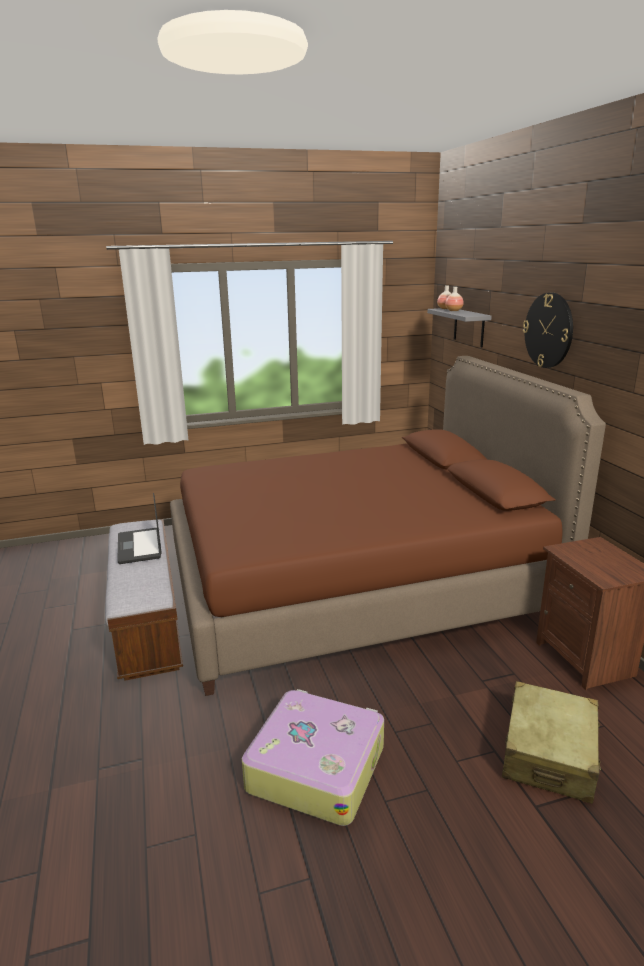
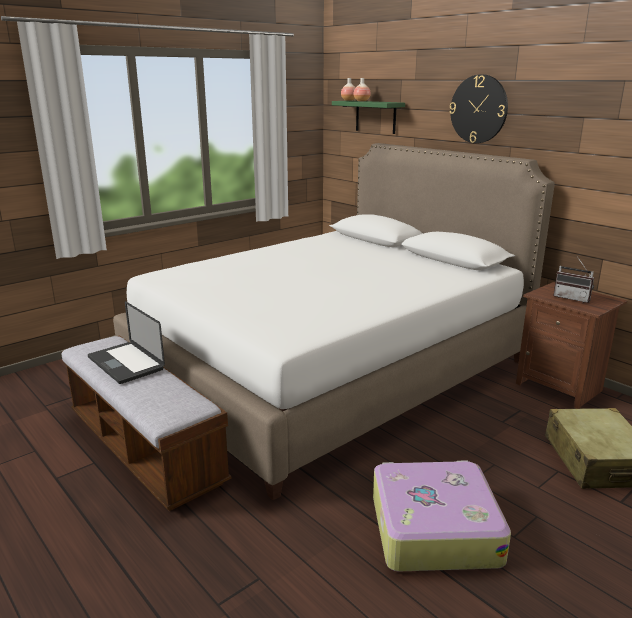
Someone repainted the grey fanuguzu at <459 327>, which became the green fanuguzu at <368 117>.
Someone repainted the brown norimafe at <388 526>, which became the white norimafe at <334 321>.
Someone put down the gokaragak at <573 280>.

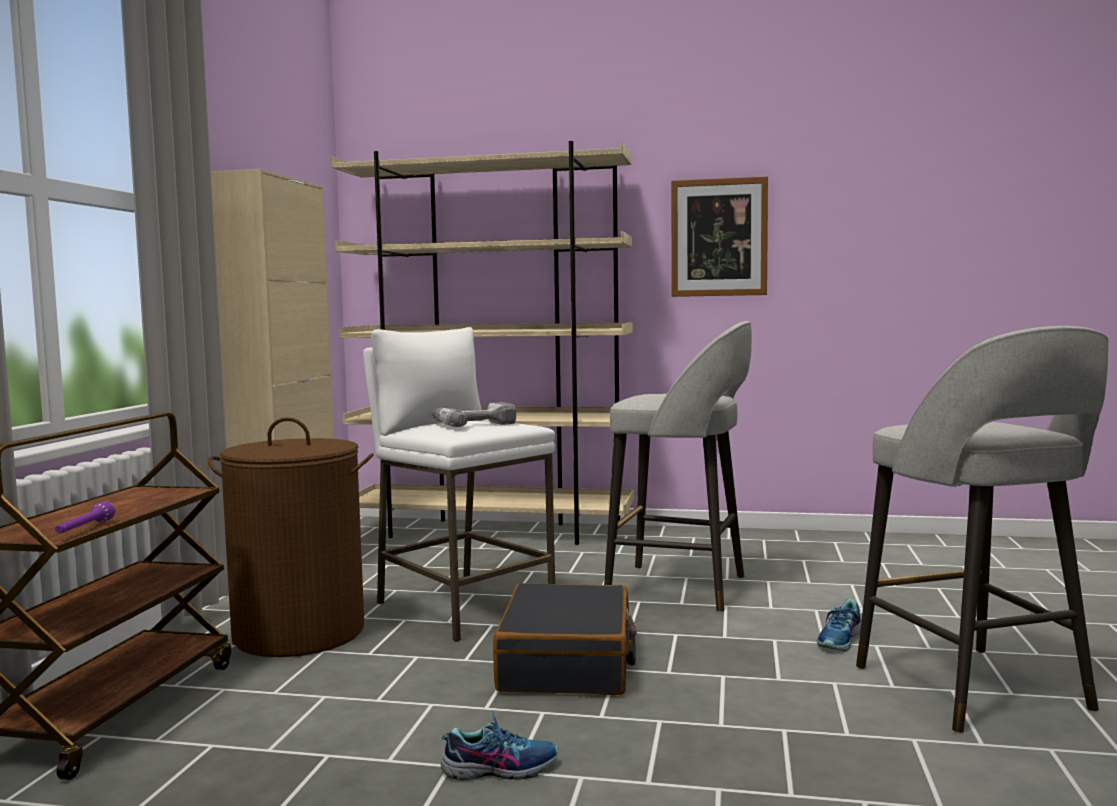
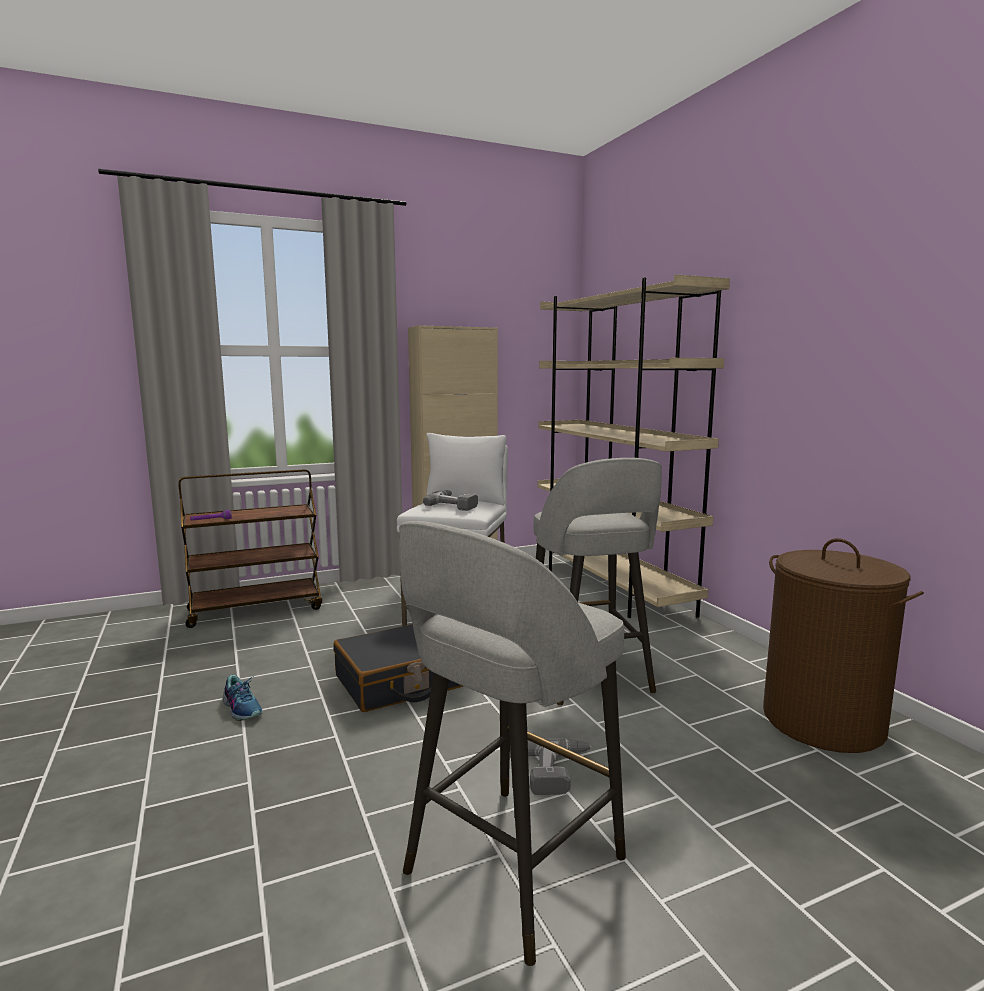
Someone took away the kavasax at <719 236>.
Someone carried the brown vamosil from <291 537> to <843 645>.
Someone swapped the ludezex at <839 625> for the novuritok at <560 766>.

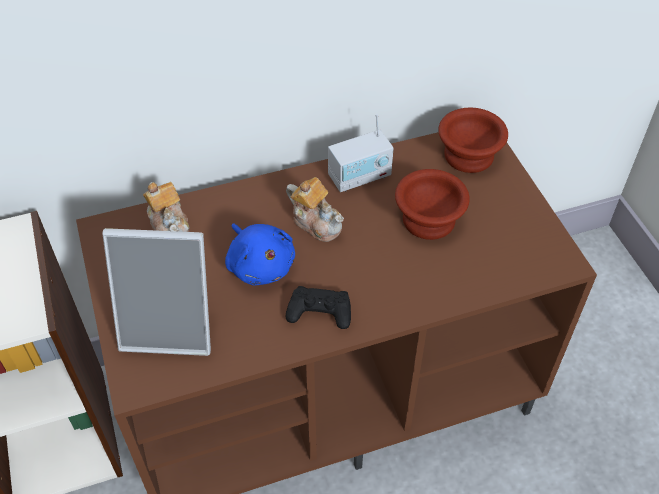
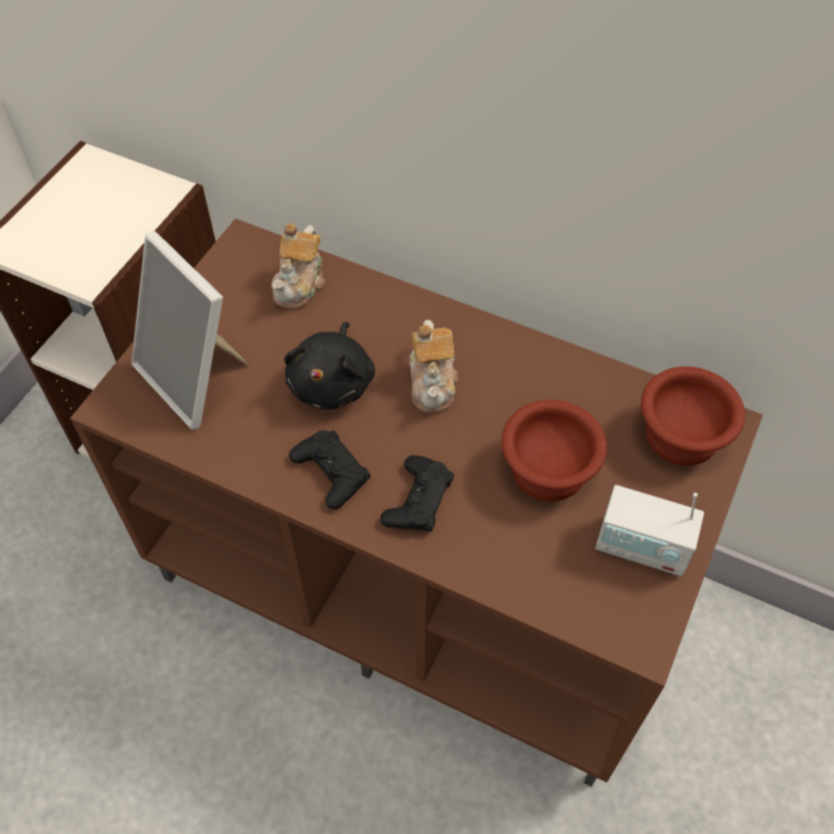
Someone carried the gokaragak from <361 153> to <649 530>.
Someone repainted the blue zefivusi at <260 254>, which became the black zefivusi at <329 366>.
Someone put down the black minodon at <417 493>.

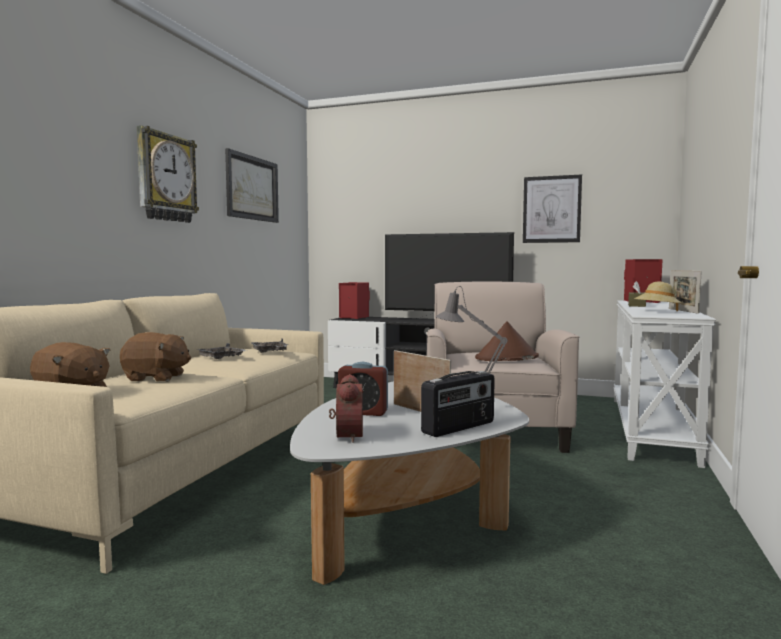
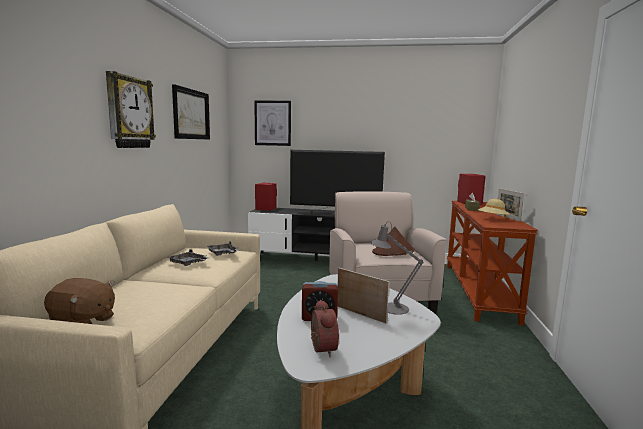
Someone carried the kavasax from <552 209> to <272 123>.
Someone repainted the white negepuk at <664 384>, which became the brown negepuk at <492 263>.
Someone took away the brown zefivusi at <155 357>.
Someone took away the gokaragak at <458 404>.

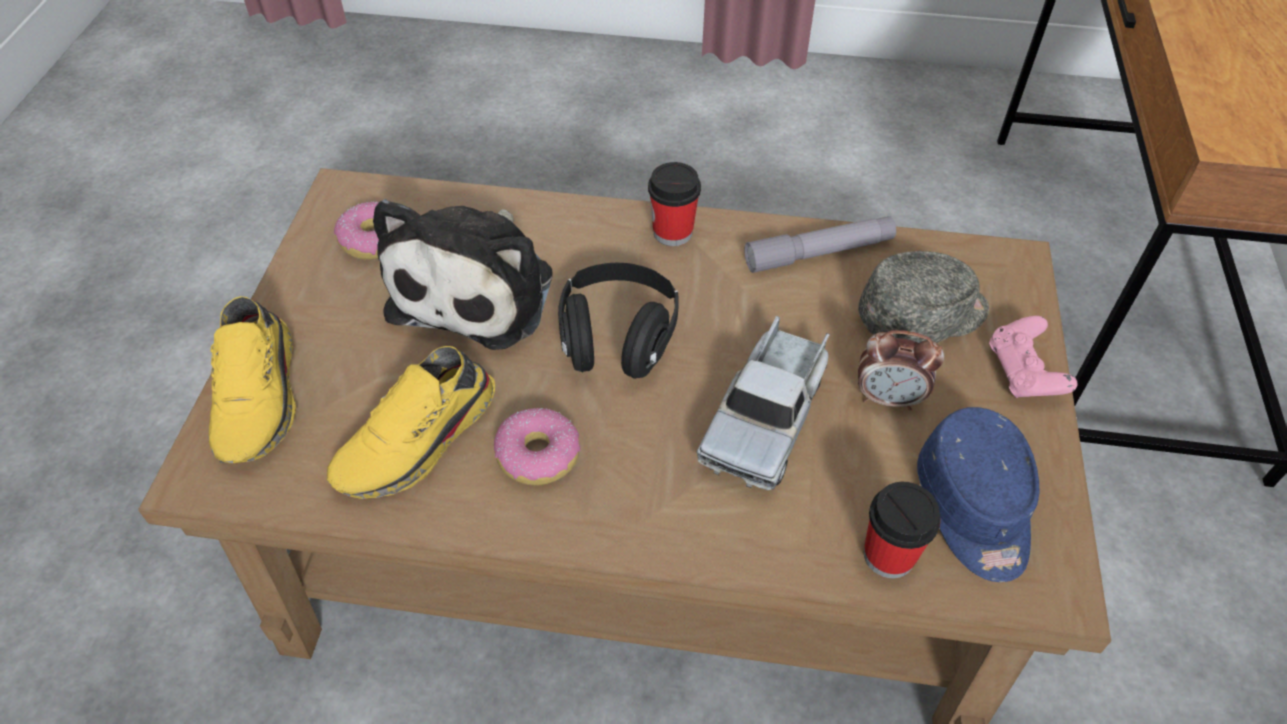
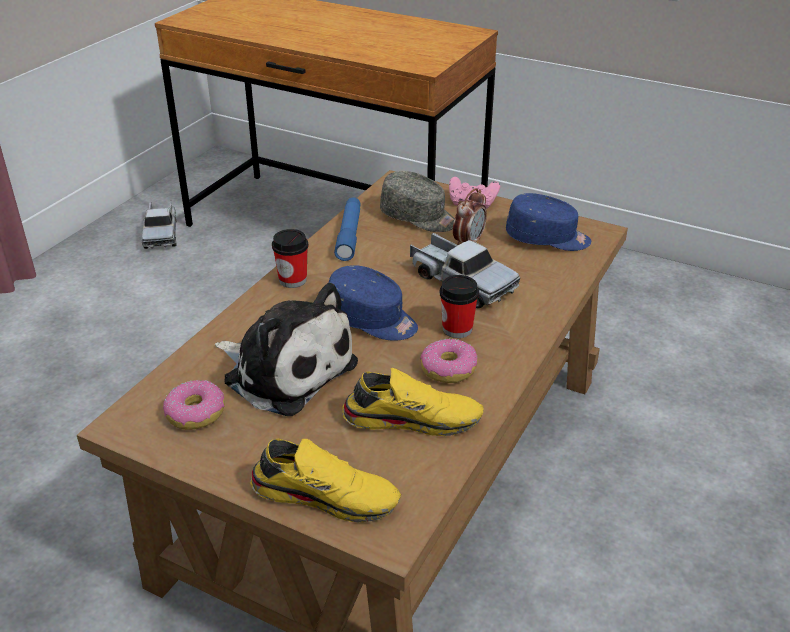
Someone repainted the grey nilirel at <820 244>, which became the blue nilirel at <347 229>.
Someone rotated the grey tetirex at <923 297> by 120 degrees clockwise.
Someone swapped the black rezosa at <618 321> for the blue tetirex at <373 303>.
Someone rotated the yellow ludezex at <411 422> by 60 degrees counterclockwise.
Someone carried the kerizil from <902 530> to <459 306>.
Someone put down the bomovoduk at <159 224>.

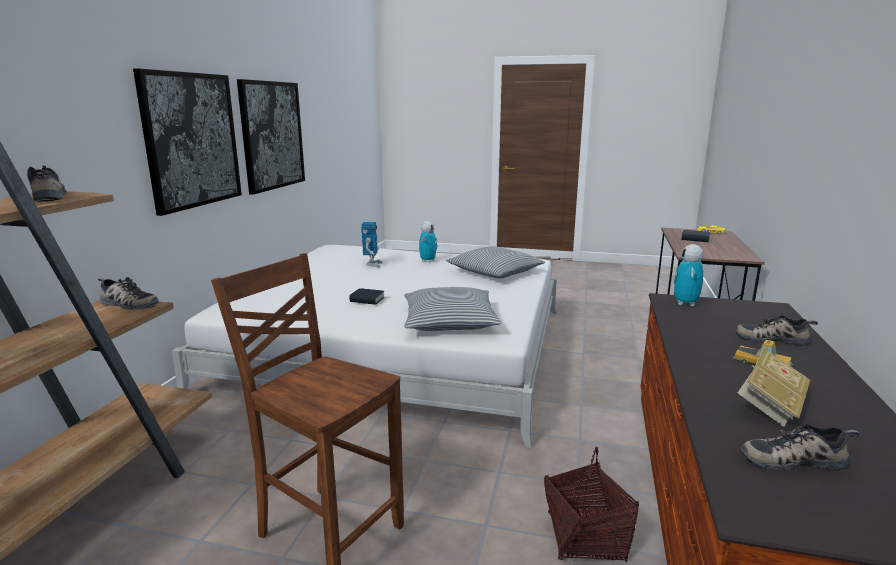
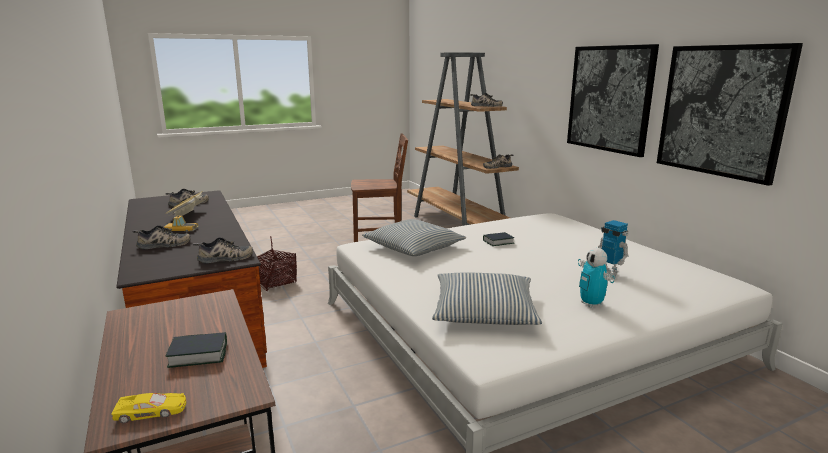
Someone swapped the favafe at <689 275> for the ludezex at <223 250>.

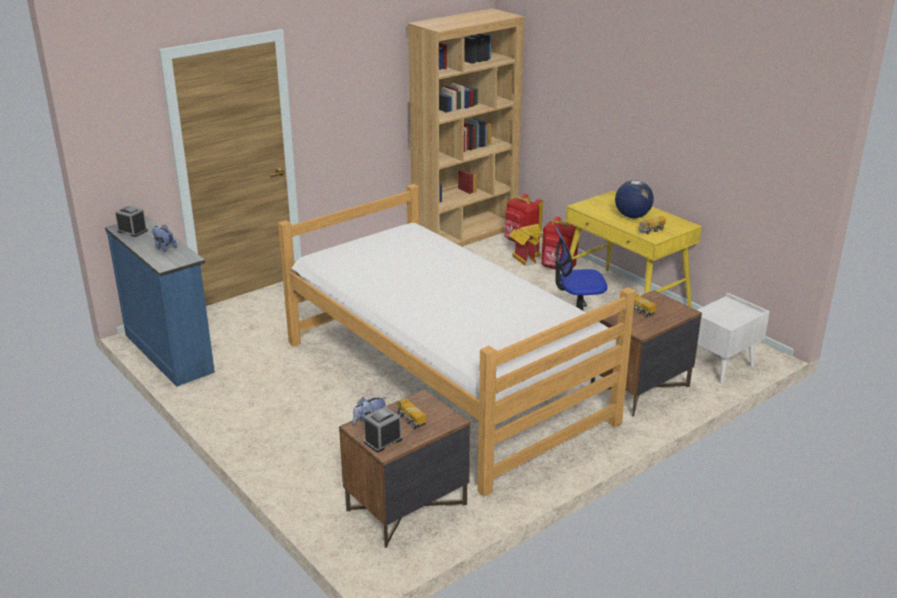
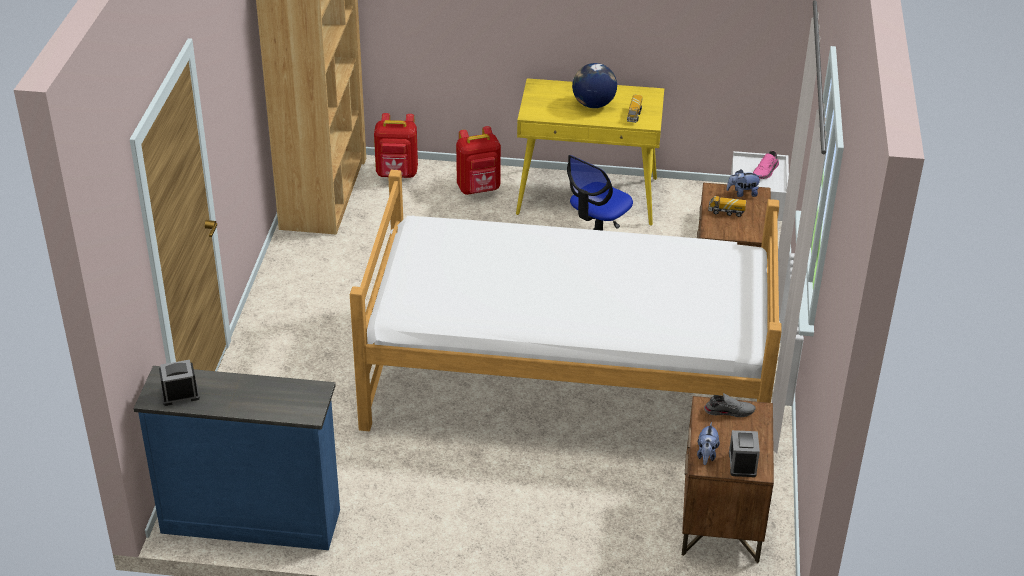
Someone took away the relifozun at <525 245>.
Someone carried the zefivusi from <164 238> to <743 183>.
Someone took away the bomovoduk at <411 413>.
Someone put down the pink ludezex at <766 165>.
Someone put down the grey ludezex at <730 405>.

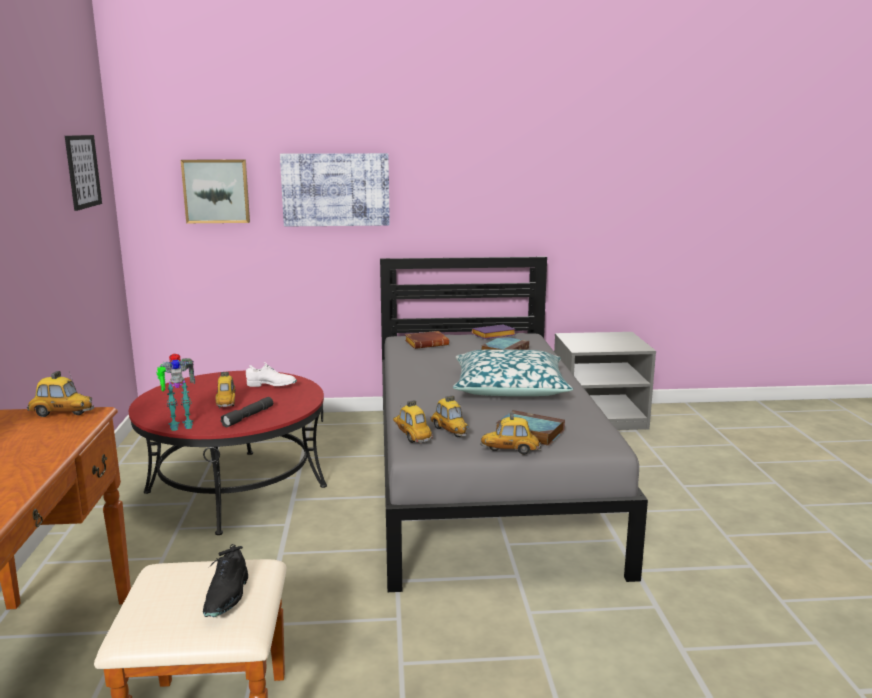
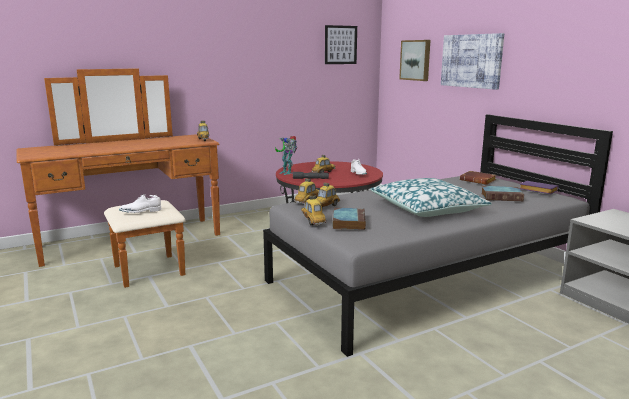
Someone repainted the black ludezex at <225 580>, which became the white ludezex at <140 203>.

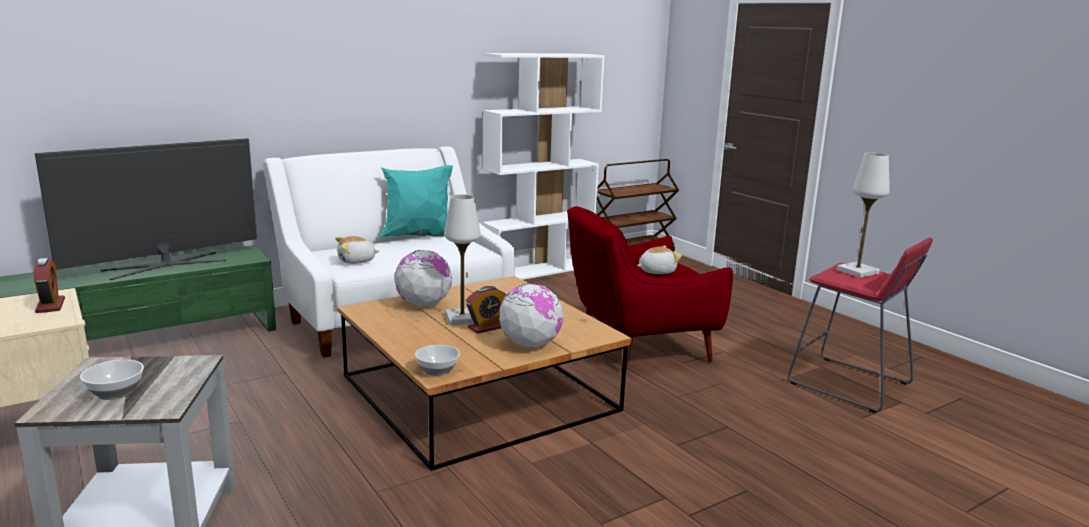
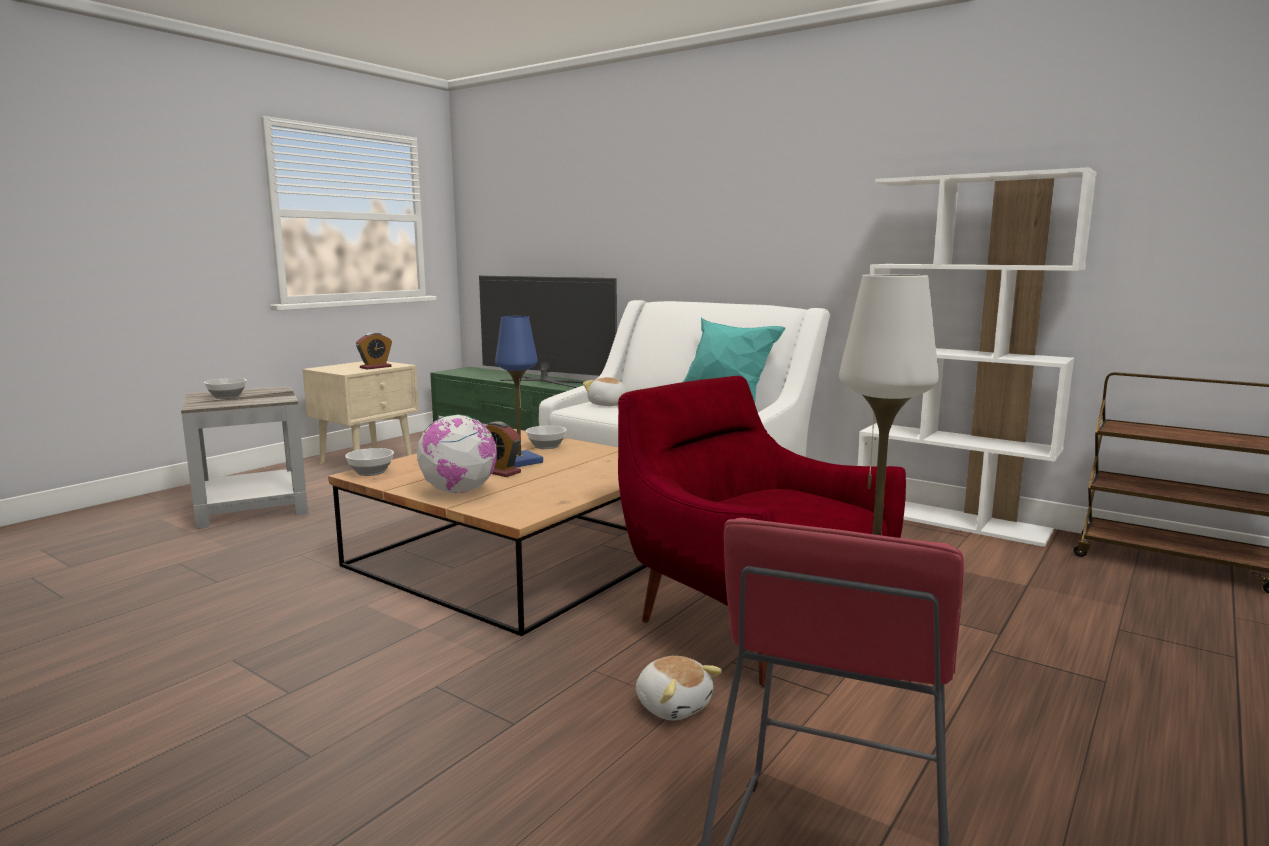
Someone repainted the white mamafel at <462 259>, which became the blue mamafel at <519 392>.
Someone carried the zefivusi from <659 260> to <679 688>.
Someone swapped the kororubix at <423 278> for the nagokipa at <546 437>.

